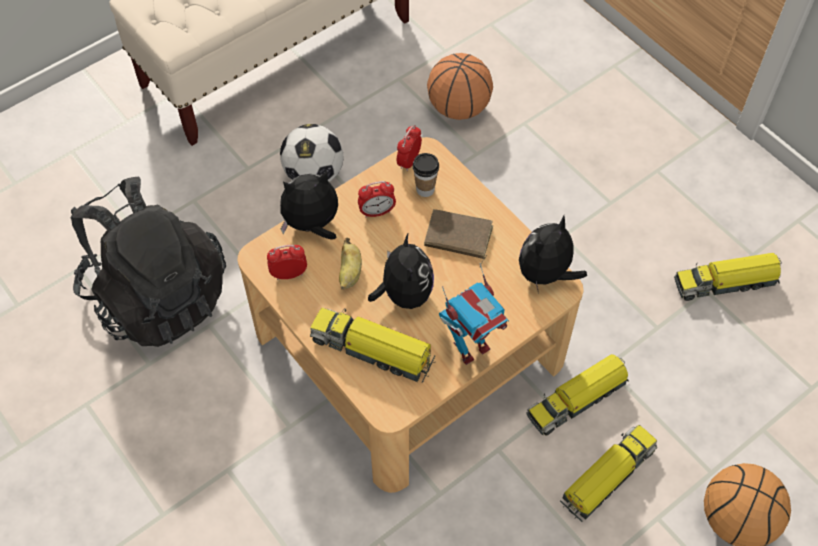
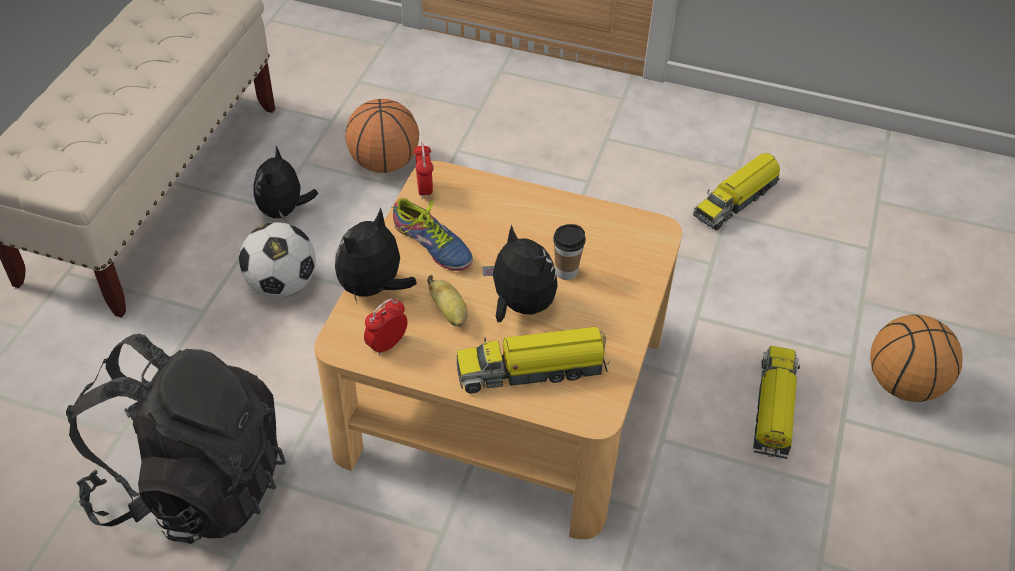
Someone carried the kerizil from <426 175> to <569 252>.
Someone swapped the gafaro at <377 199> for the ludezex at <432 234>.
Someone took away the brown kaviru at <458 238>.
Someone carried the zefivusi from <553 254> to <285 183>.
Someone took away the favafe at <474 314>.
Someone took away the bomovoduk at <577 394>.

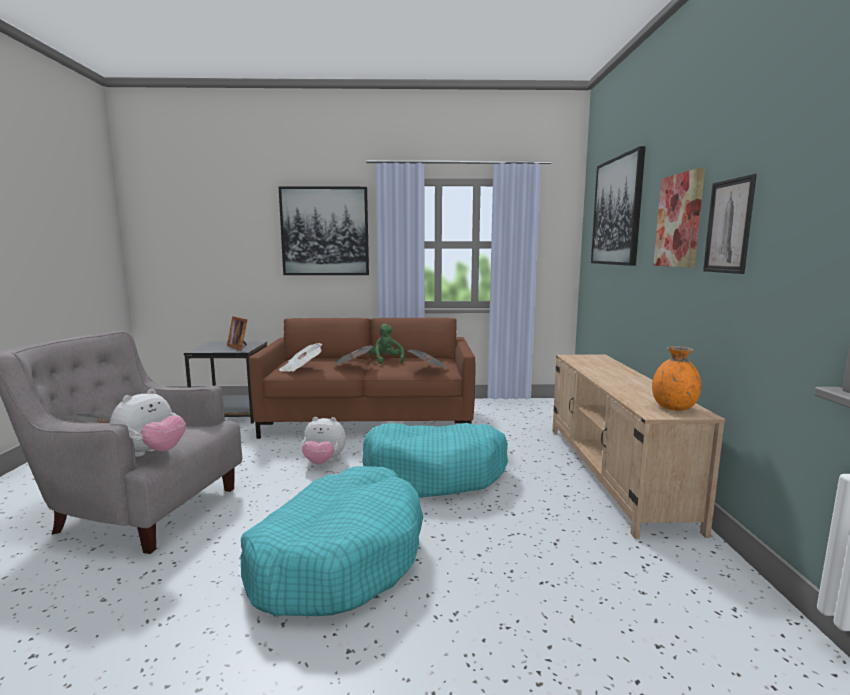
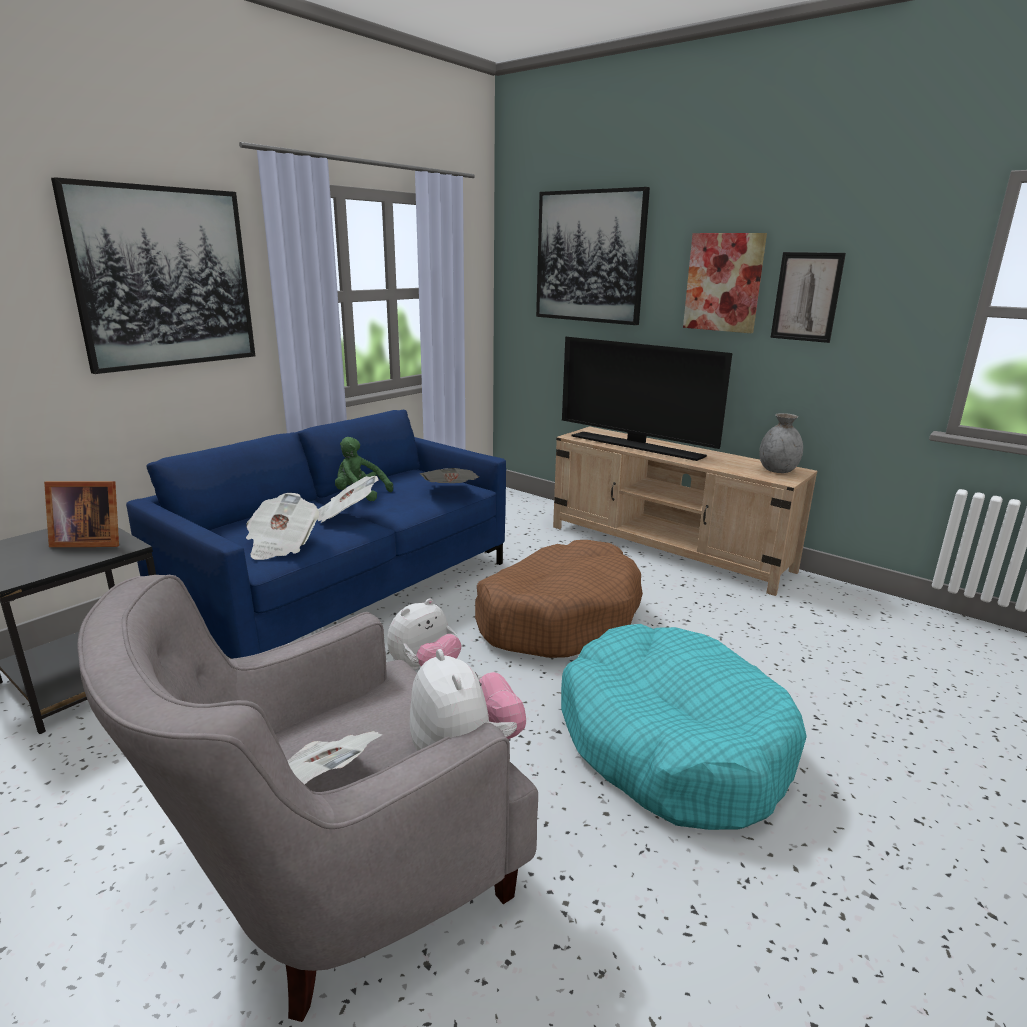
Someone repainted the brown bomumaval at <362 378>, which became the blue bomumaval at <316 534>.
Someone repainted the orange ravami at <676 378>, which became the grey ravami at <781 443>.
Someone repainted the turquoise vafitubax at <435 460>, which became the brown vafitubax at <559 599>.
Someone put down the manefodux at <647 399>.

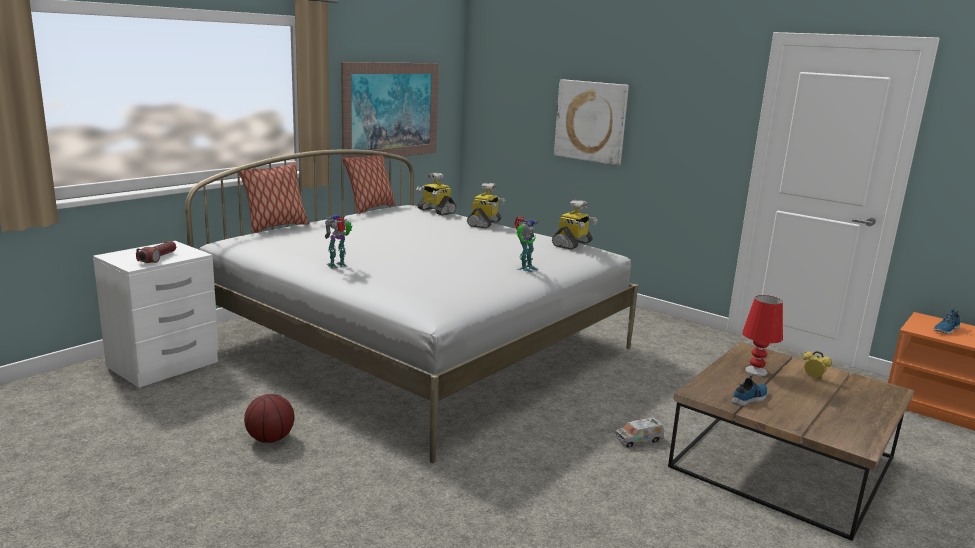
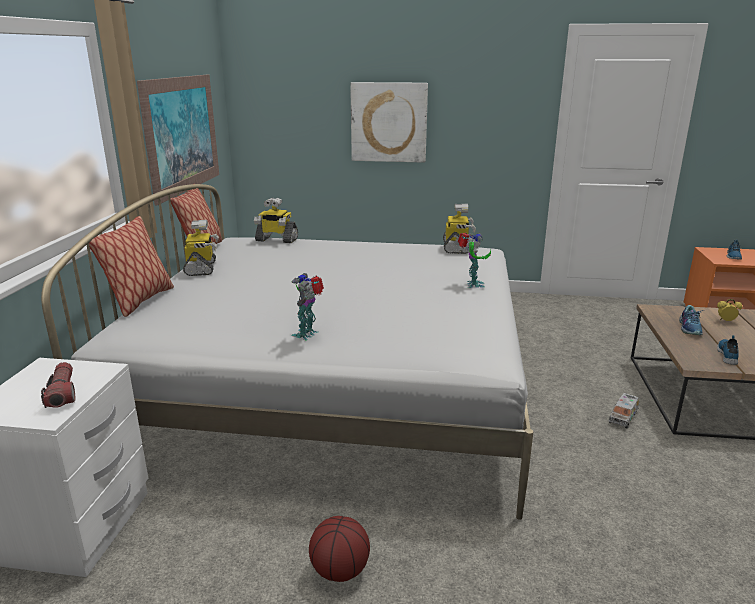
Someone carried the favafe from <486 205> to <201 248>.
Someone swapped the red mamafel at <762 335> for the ludezex at <691 320>.

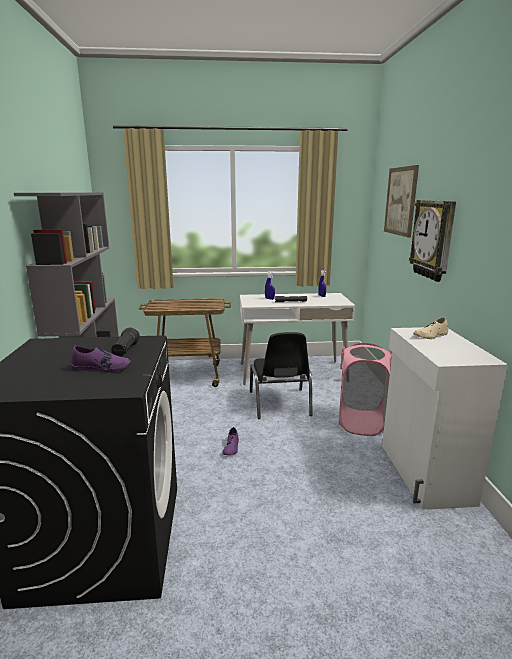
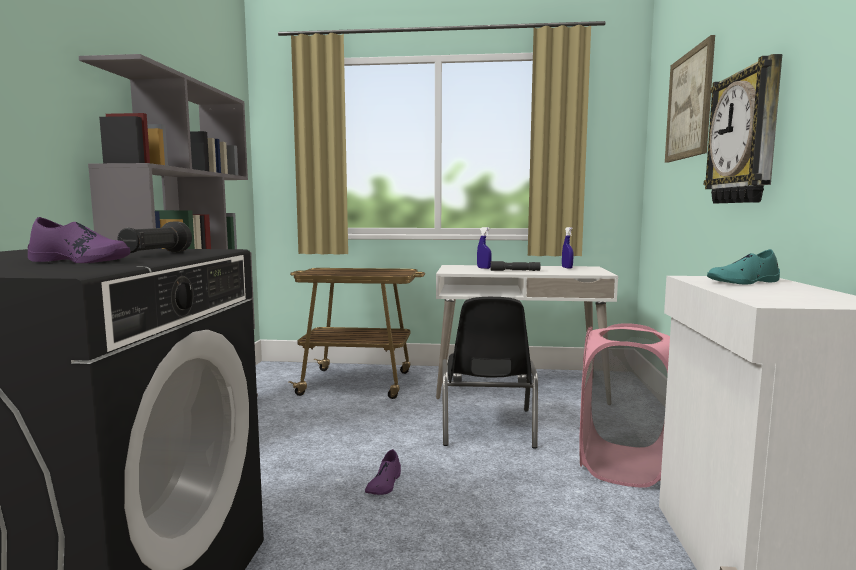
Someone repainted the beige ludezex at <431 328>, which became the turquoise ludezex at <743 266>.

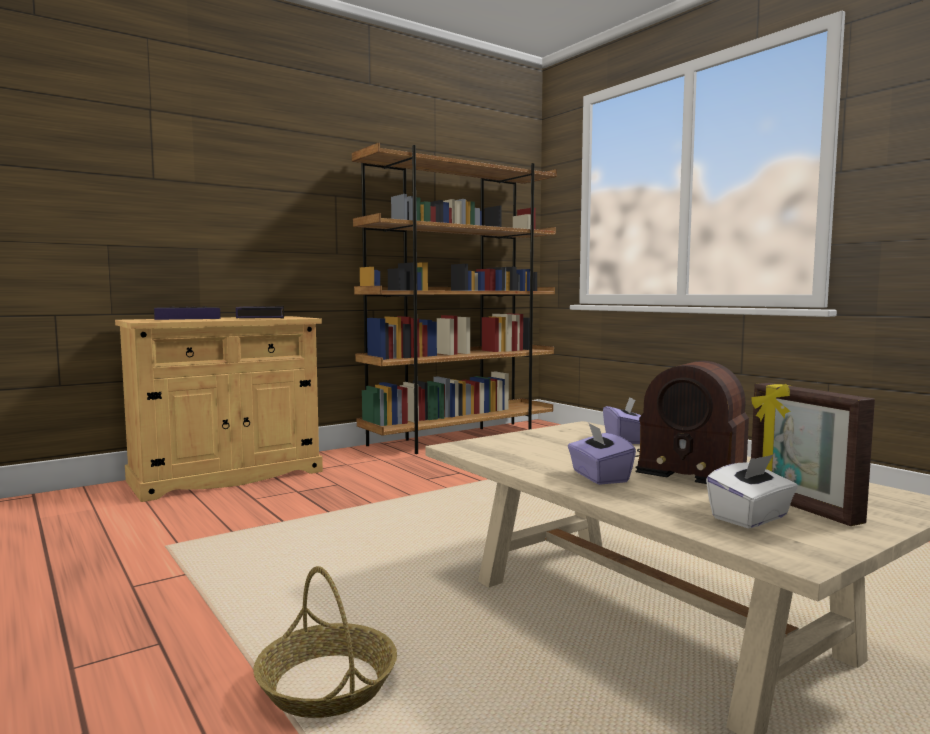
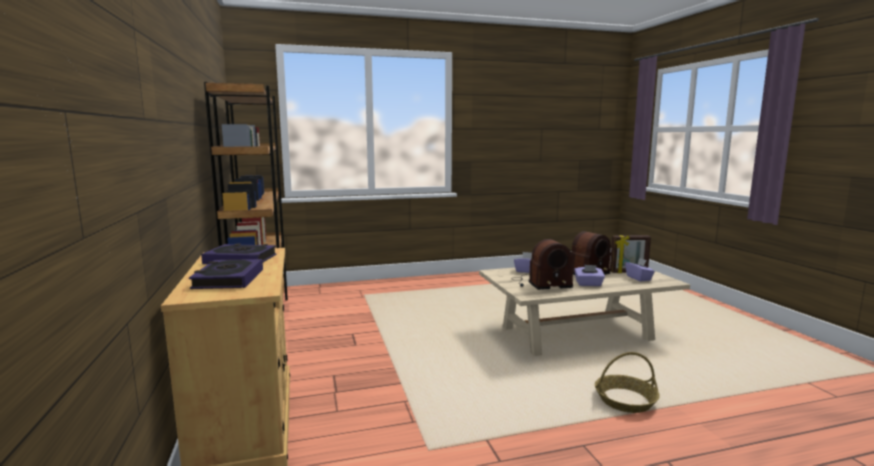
Someone repainted the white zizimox at <752 491>, which became the purple zizimox at <640 269>.
Someone put down the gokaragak at <542 264>.

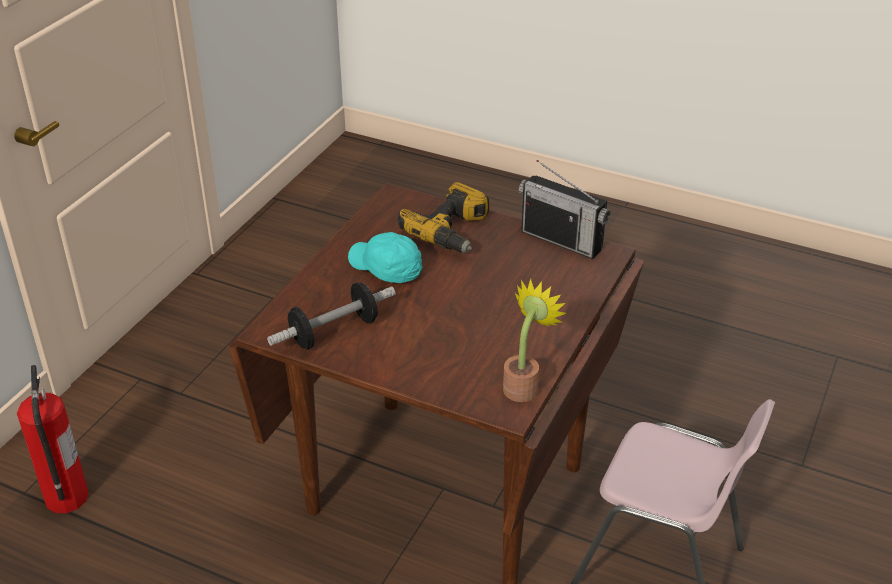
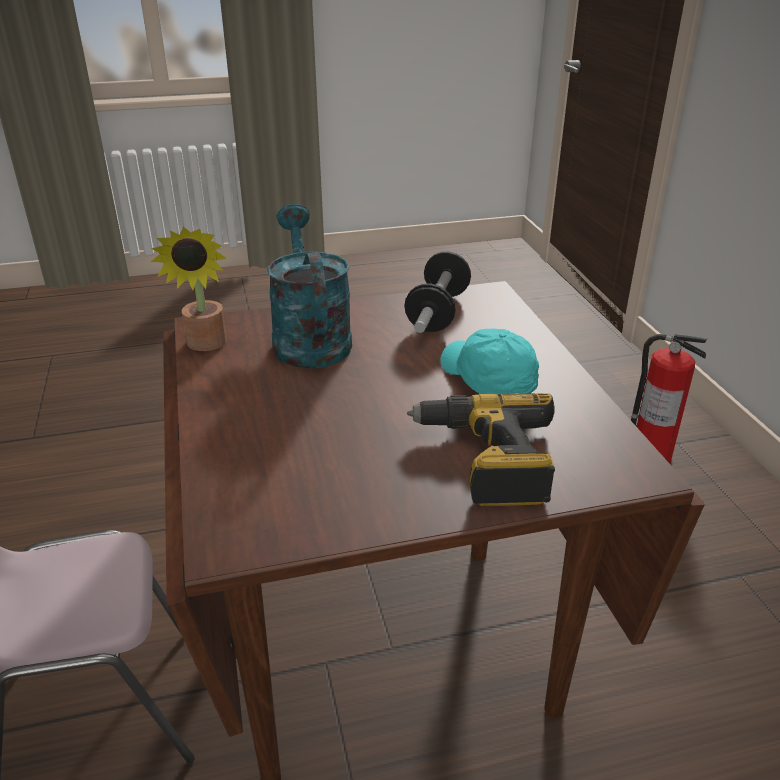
Someone took away the gokaragak at <564 209>.
Someone rotated the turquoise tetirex at <385 257> by 120 degrees counterclockwise.
Someone put down the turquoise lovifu at <309 286>.

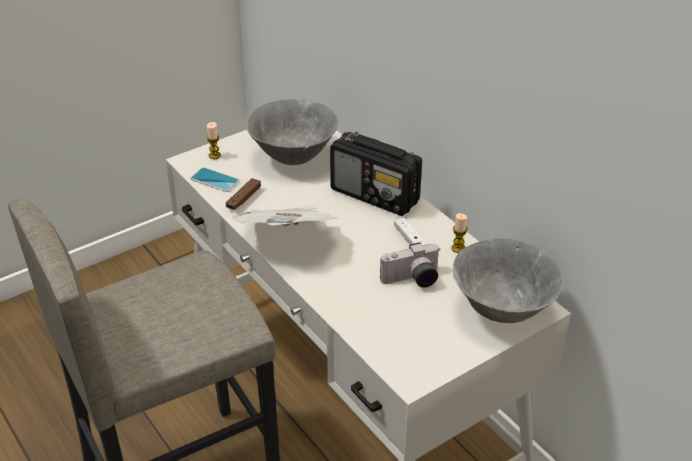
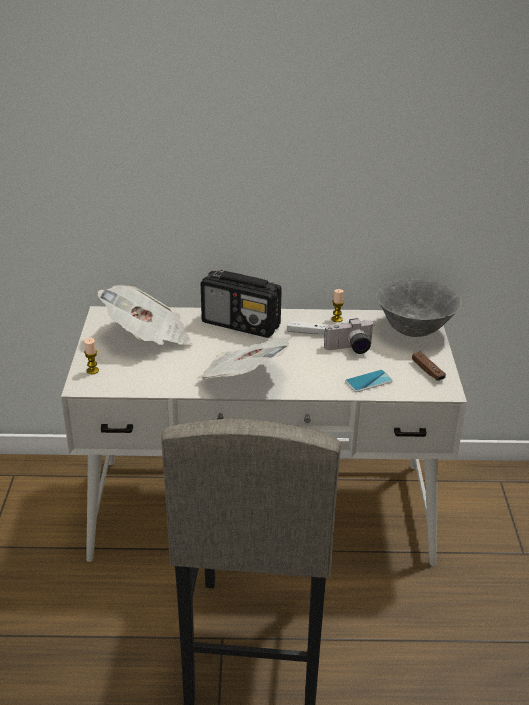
Someone swapped the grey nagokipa at <292 132> for the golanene at <144 315>.
Someone rotated the gokaragak at <376 174> by 45 degrees clockwise.
Someone carried the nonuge from <215 179> to <369 381>.
Someone carried the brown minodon from <243 194> to <429 366>.
Someone rotated the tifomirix at <410 265> by 60 degrees clockwise.

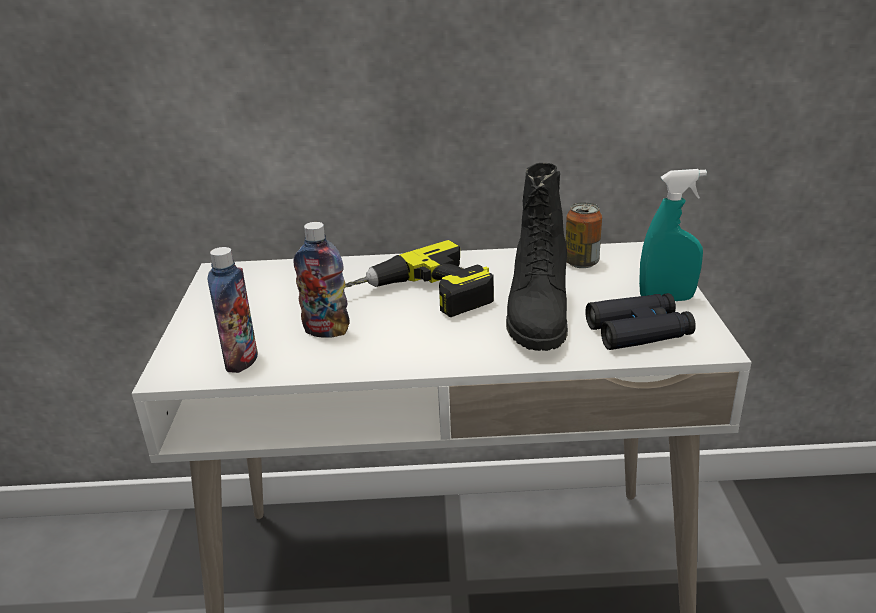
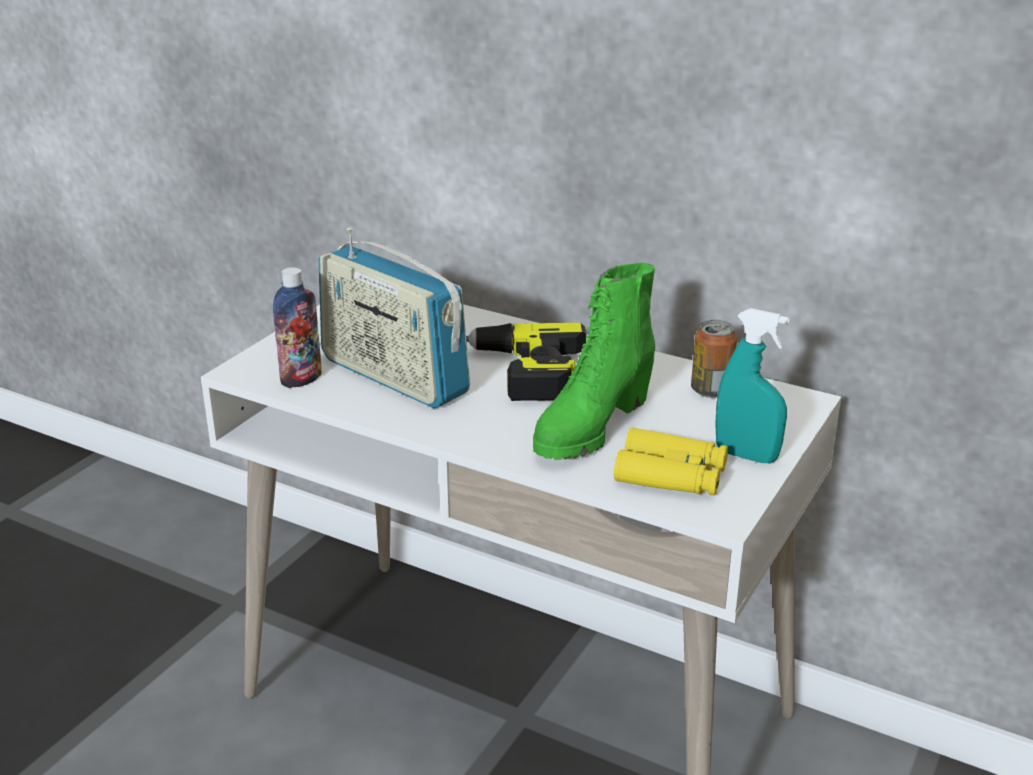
Someone repainted the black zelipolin at <537 257>, which became the green zelipolin at <594 361>.
Someone swapped the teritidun at <321 280> for the gokaragak at <394 318>.
Someone repainted the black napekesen at <640 321>, which became the yellow napekesen at <671 461>.

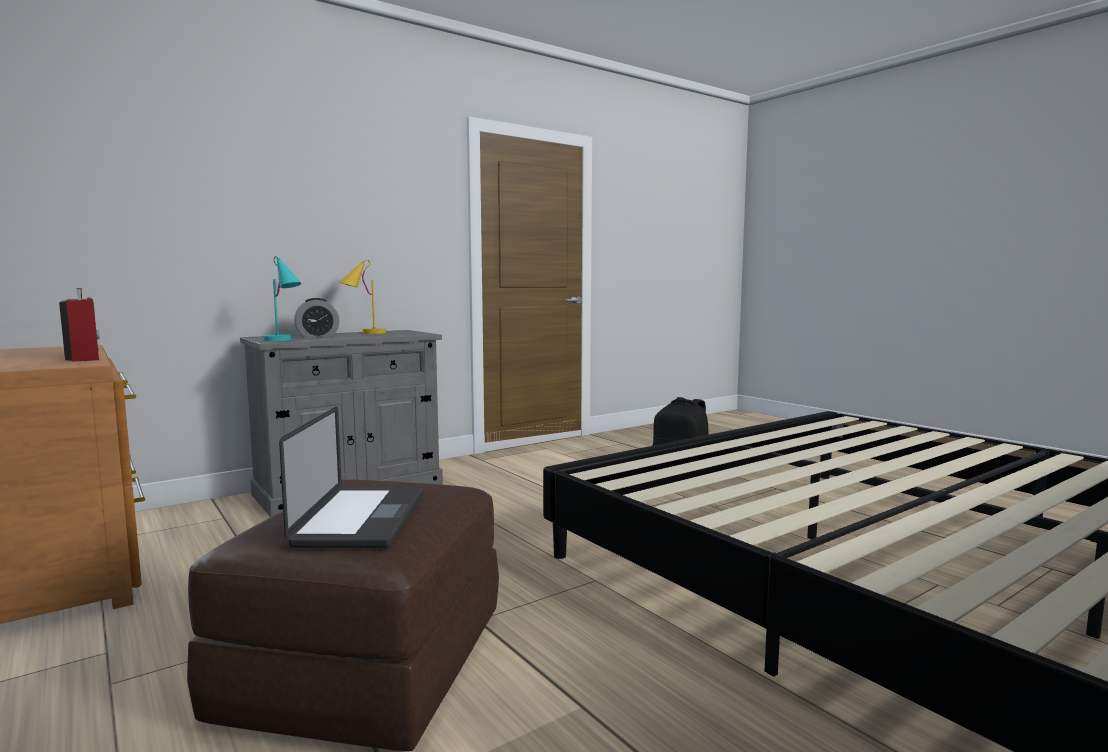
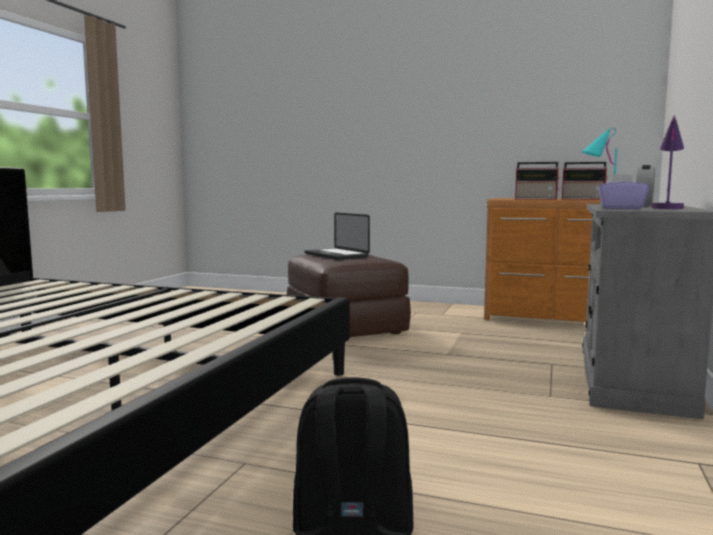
Someone repainted the yellow mamafel at <362 297>, which became the purple mamafel at <668 162>.
Someone put down the gokaragak at <585 181>.
Someone put down the purple zizimox at <624 191>.

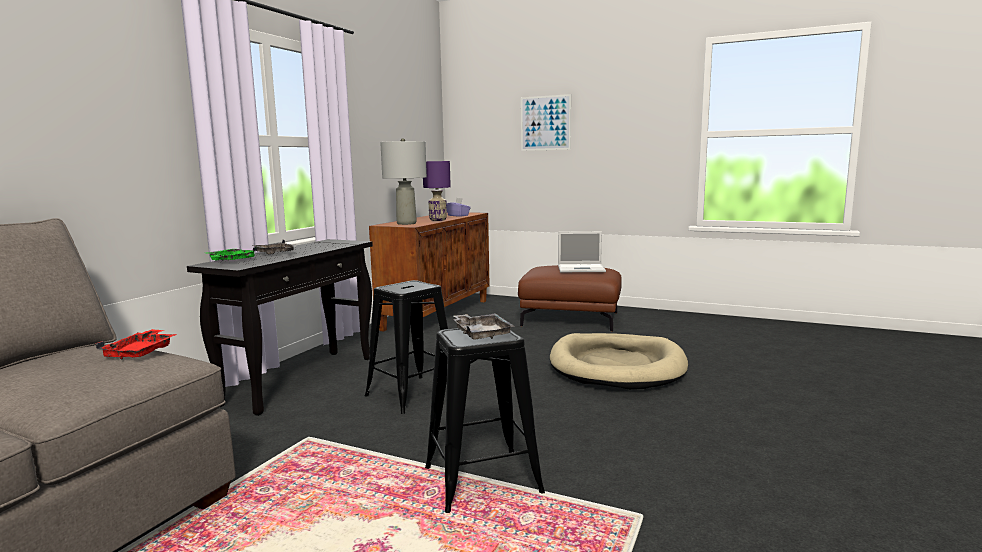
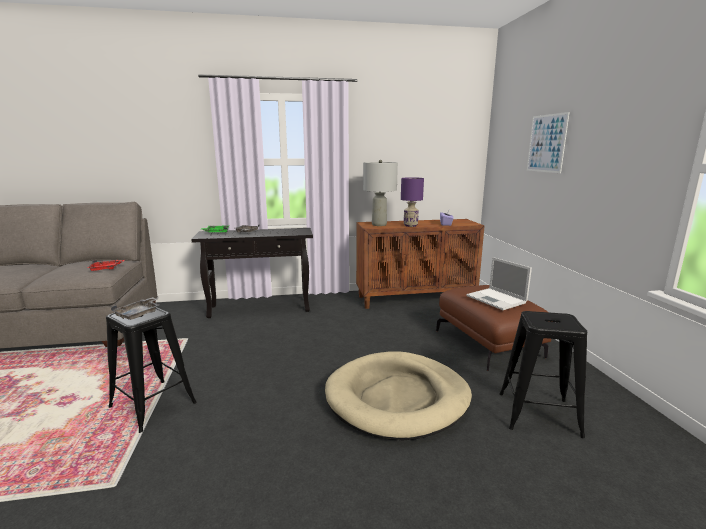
Someone carried the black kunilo from <406 347> to <543 374>.

